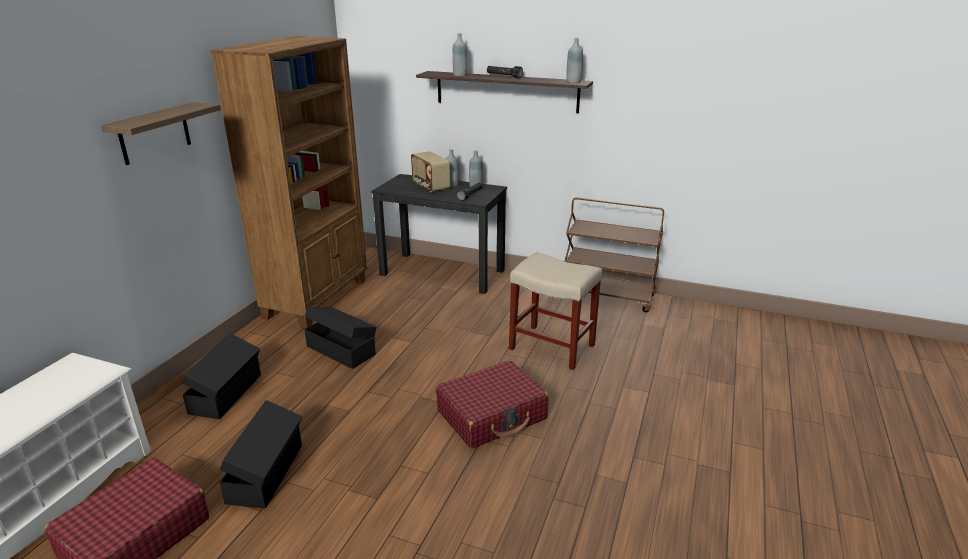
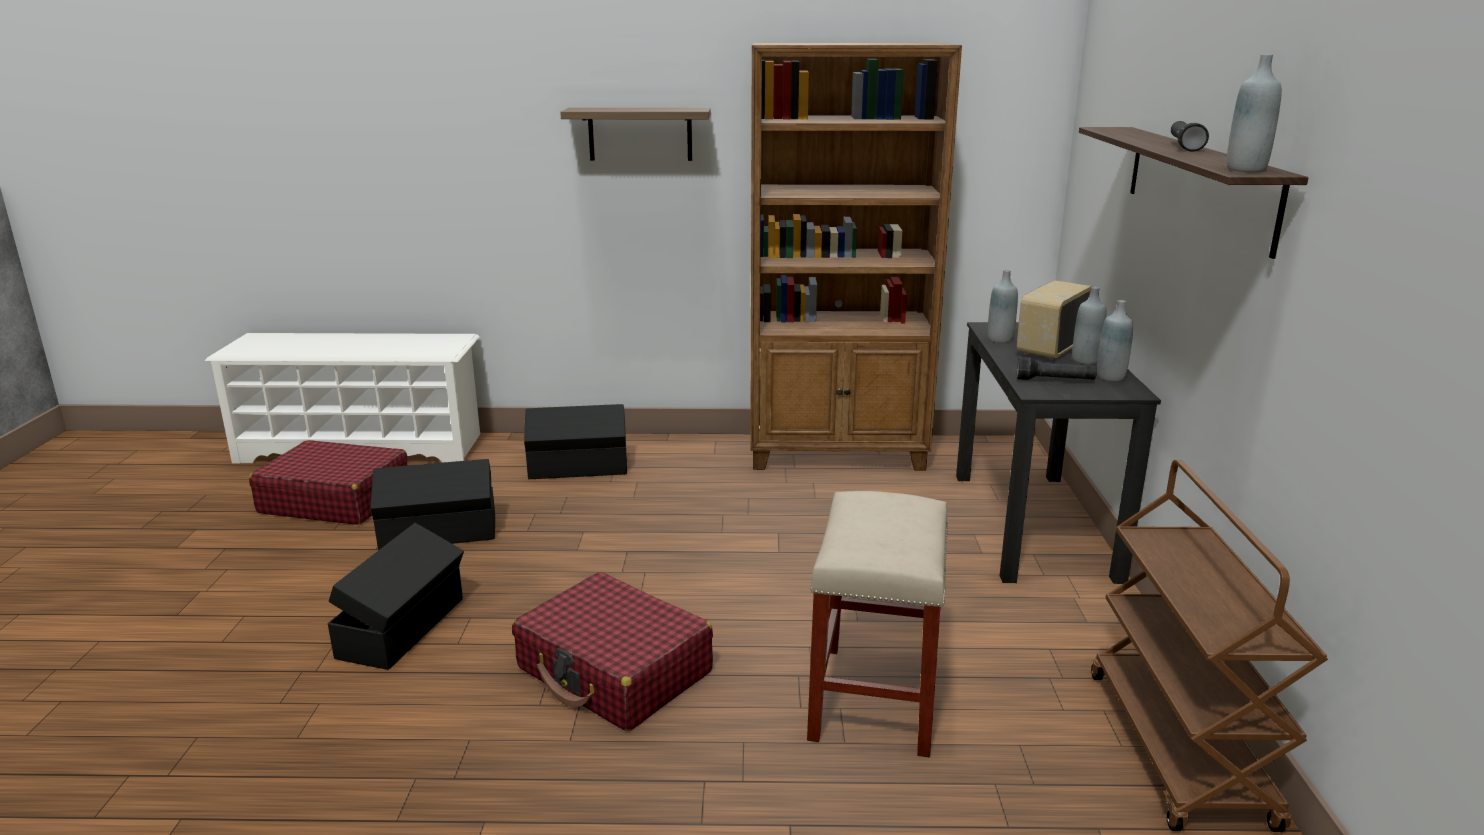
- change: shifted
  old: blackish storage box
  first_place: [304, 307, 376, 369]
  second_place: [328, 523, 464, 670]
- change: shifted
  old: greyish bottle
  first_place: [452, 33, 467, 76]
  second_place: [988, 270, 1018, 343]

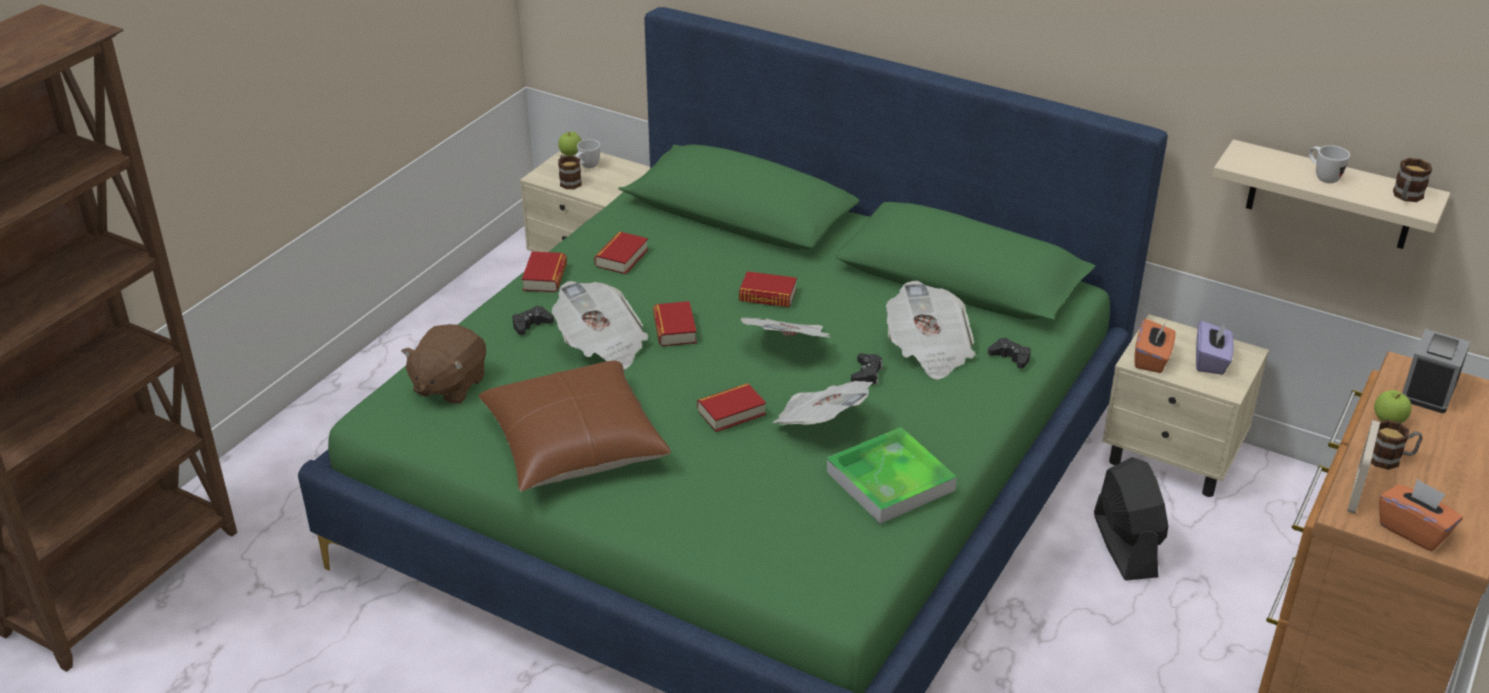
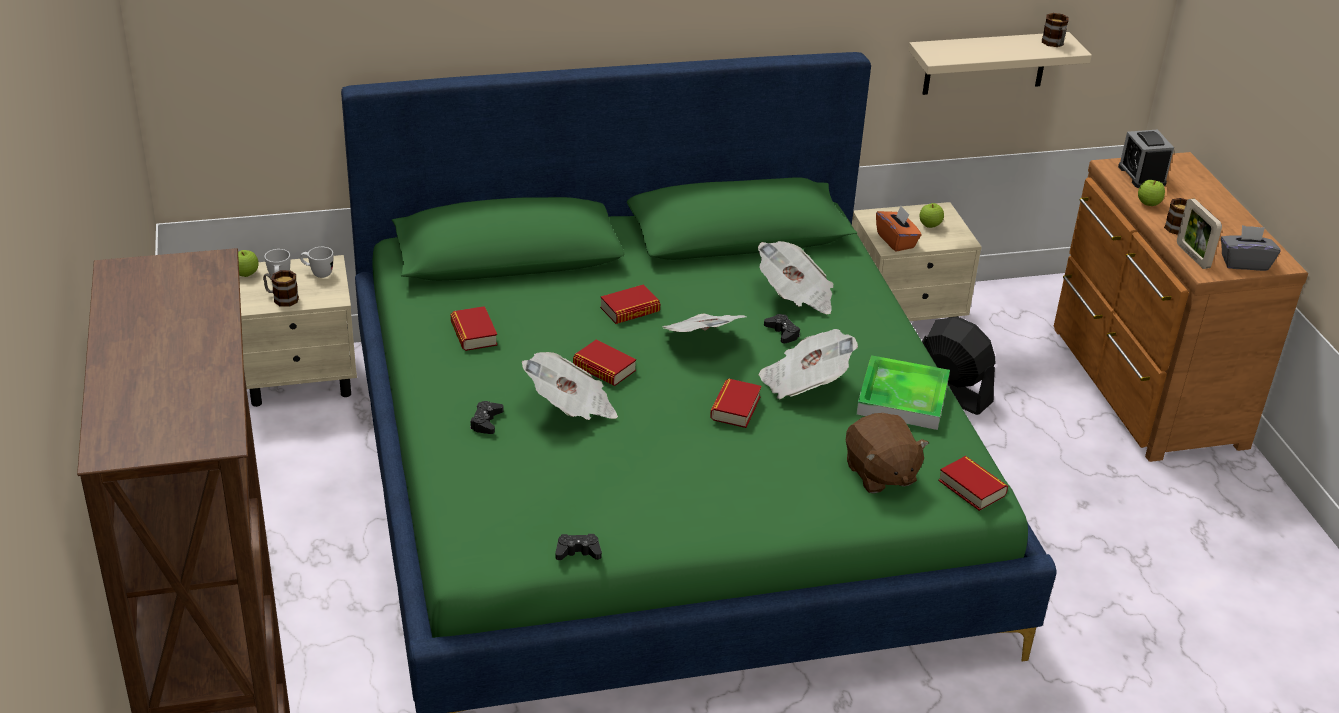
- change: shifted
  old: brown soft toy
  first_place: [401, 324, 486, 404]
  second_place: [846, 413, 929, 494]
- change: gone
  old: brown pillow
  first_place: [478, 360, 671, 492]
- change: shifted
  old: bound book
  first_place: [522, 252, 567, 292]
  second_place: [938, 456, 1008, 511]
- change: shifted
  old: blackish joypad
  first_place: [988, 338, 1031, 369]
  second_place: [555, 534, 602, 560]
- change: swapped
  old: purple-coloured tissue box
  new: apple
  first_place: [1196, 321, 1234, 375]
  second_place: [919, 203, 944, 228]
- change: shifted
  old: whitish tea mug
  first_place: [1309, 145, 1350, 183]
  second_place: [300, 247, 333, 278]
- change: repainted
  old: orangey tissue box
  new: greyish tissue box
  first_place: [1379, 479, 1463, 551]
  second_place: [1221, 225, 1281, 271]

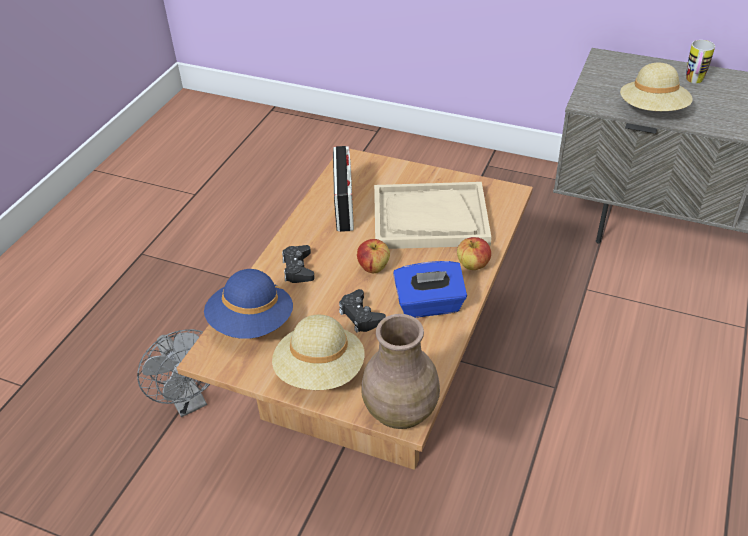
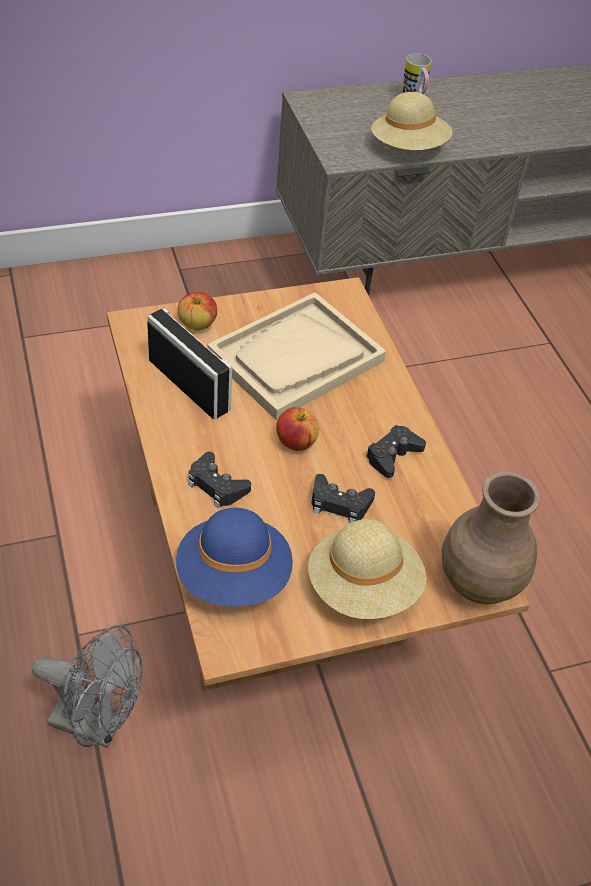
- change: swapped
  old: blue tissue box
  new: blackish joypad
  first_place: [393, 261, 467, 318]
  second_place: [366, 425, 426, 478]
- change: shifted
  old: apple
  first_place: [457, 237, 491, 270]
  second_place: [177, 292, 217, 331]

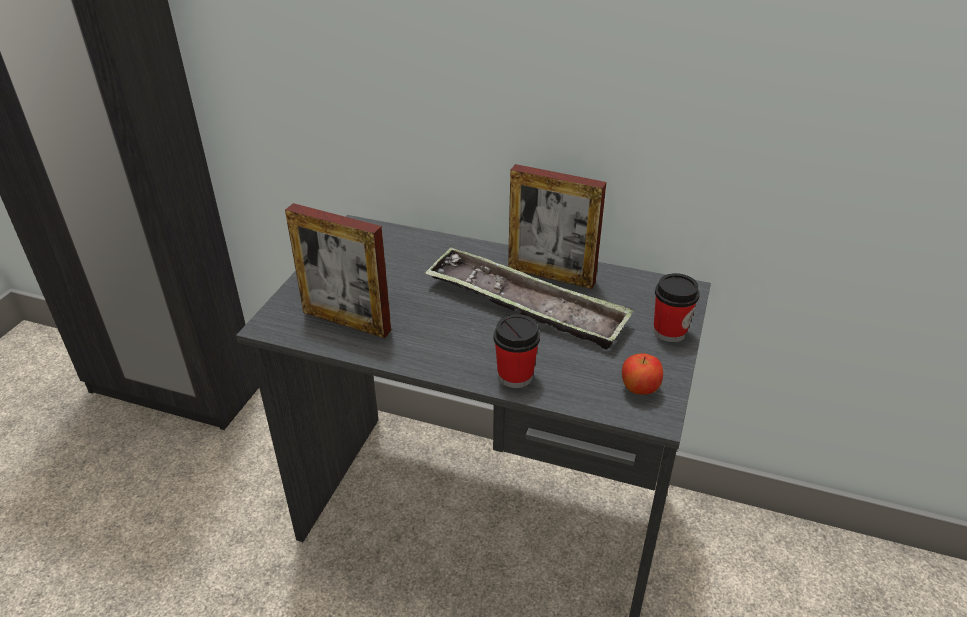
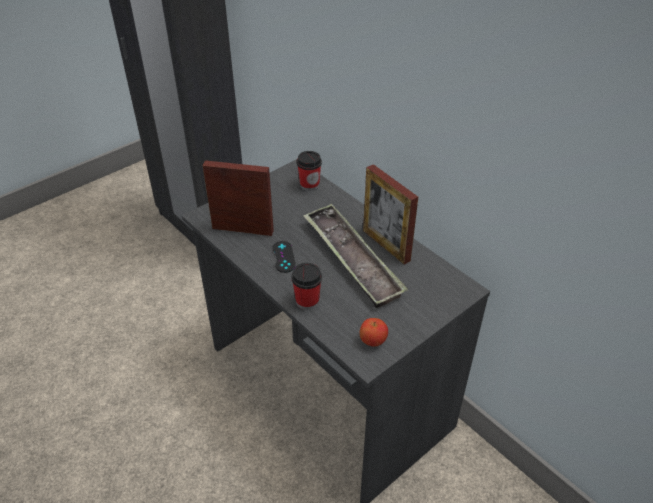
- change: rotated
  old: picture frame
  first_place: [285, 203, 391, 338]
  second_place: [203, 160, 274, 236]
  degrees: 135
- change: shifted
  old: cup
  first_place: [654, 273, 700, 342]
  second_place: [297, 151, 322, 191]
- change: new
  new: blackish joypad
  second_place: [272, 241, 296, 273]

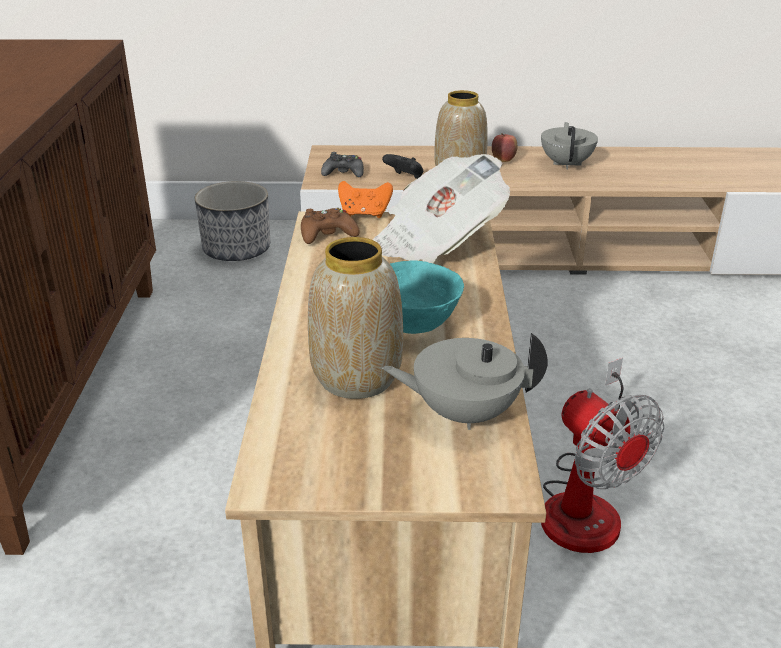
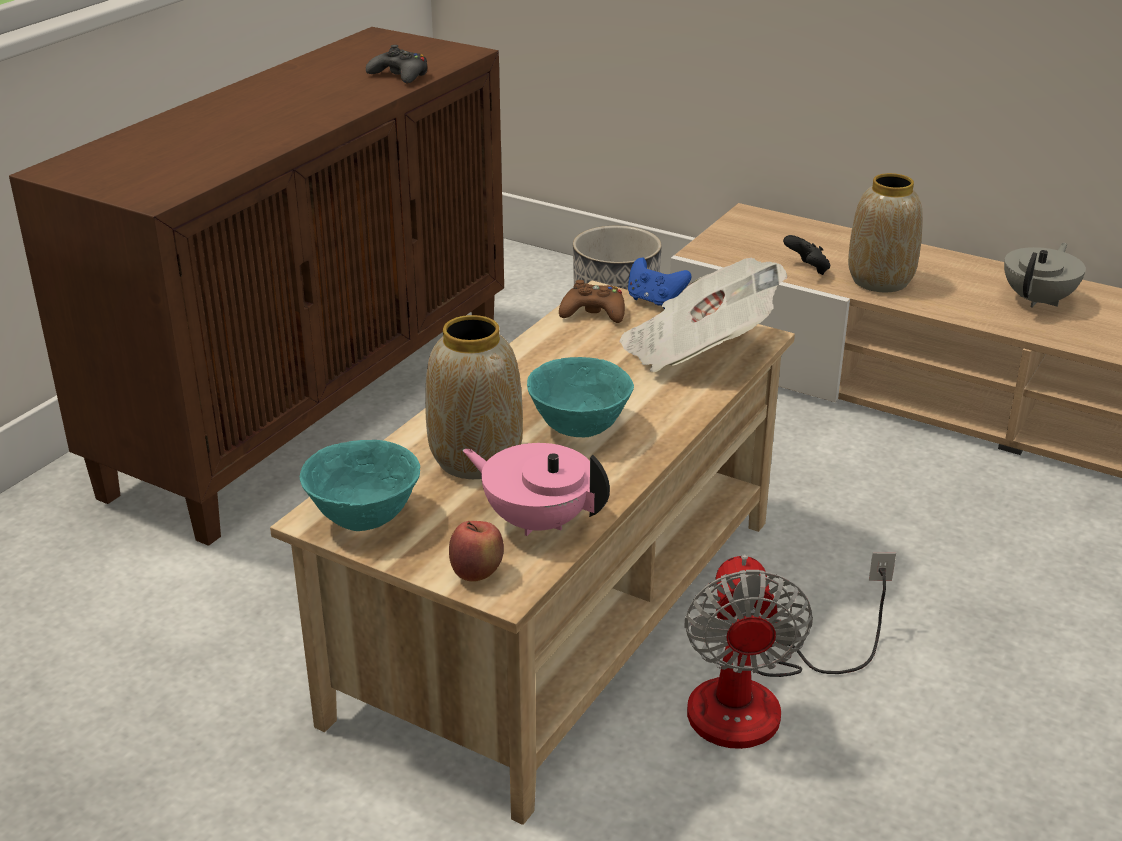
- change: shifted
  old: blackish joypad
  first_place: [321, 152, 364, 177]
  second_place: [366, 45, 427, 83]
- change: repainted
  old: orangey joypad
  new: blue joypad
  first_place: [338, 181, 393, 218]
  second_place: [628, 258, 691, 309]
- change: repainted
  old: greyish teapot
  new: pink teapot
  first_place: [382, 333, 548, 430]
  second_place: [463, 443, 610, 536]
- change: shifted
  old: apple
  first_place: [492, 133, 517, 162]
  second_place: [449, 521, 504, 582]
- change: new
  new: blue-green deep dish
  second_place: [300, 440, 420, 531]

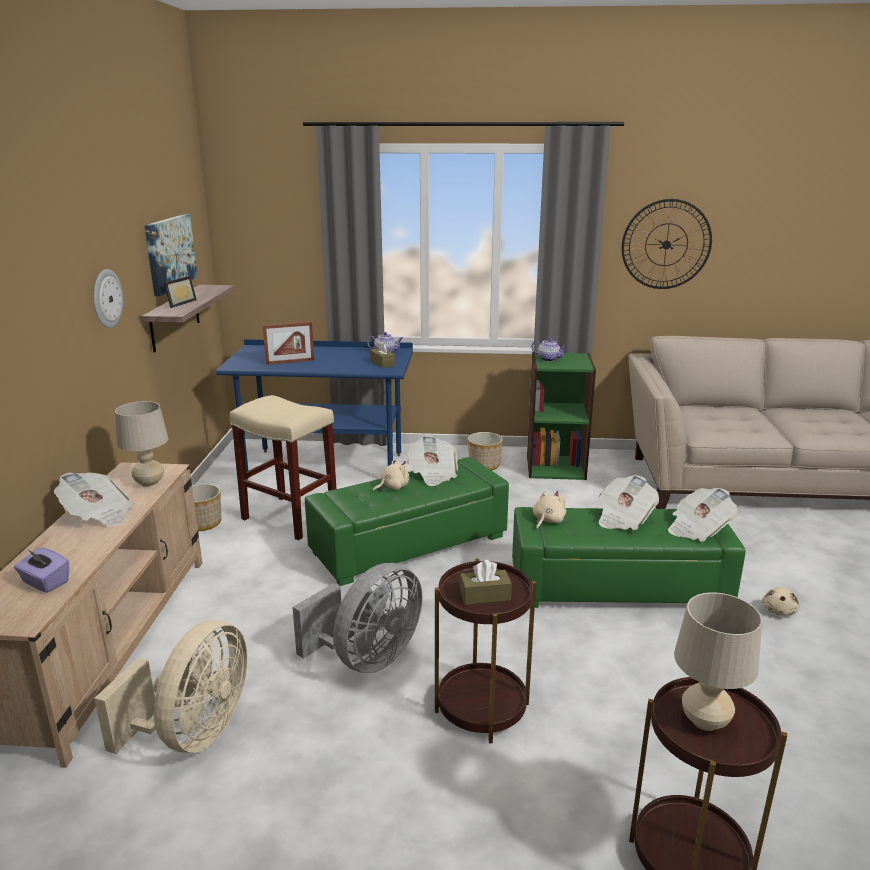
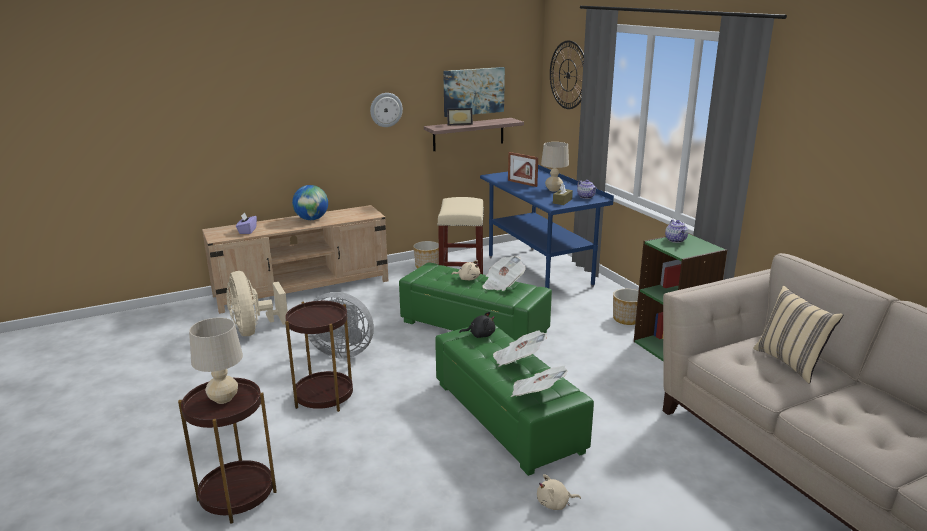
- change: swapped
  old: printed paper
  new: world globe
  first_place: [54, 473, 134, 527]
  second_place: [292, 185, 328, 220]
- change: rotated
  old: sand-coloured cooling fan
  first_place: [94, 620, 248, 754]
  second_place: [227, 271, 288, 336]
  degrees: 75
- change: shifted
  old: sand-coloured tabletop lamp
  first_place: [115, 401, 168, 487]
  second_place: [541, 142, 569, 192]
- change: gone
  old: brown tissue box
  first_place: [460, 560, 512, 605]
- change: repainted
  old: sand-coloured soft toy
  new: blackish soft toy
  first_place: [533, 489, 566, 529]
  second_place: [459, 312, 495, 338]
- change: shifted
  old: wall clock
  first_place: [622, 199, 712, 289]
  second_place: [550, 41, 584, 109]
- change: new
  new: sand-coloured pillow
  second_place: [753, 286, 843, 383]

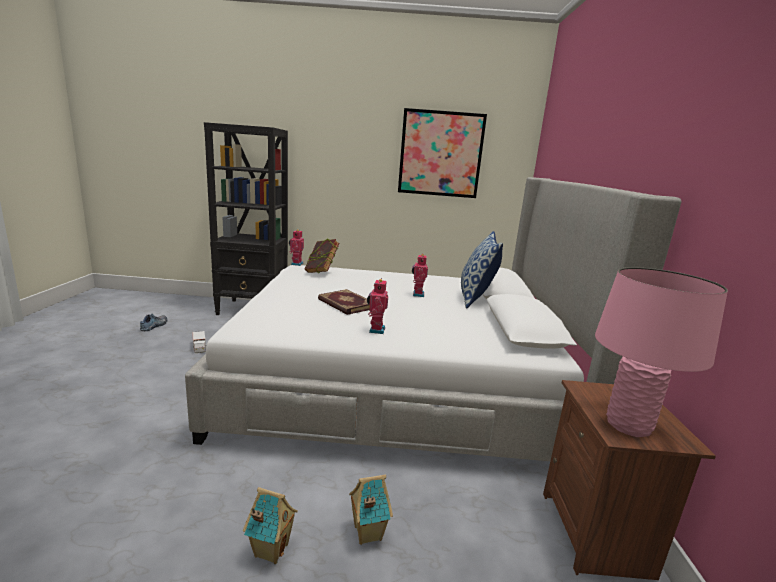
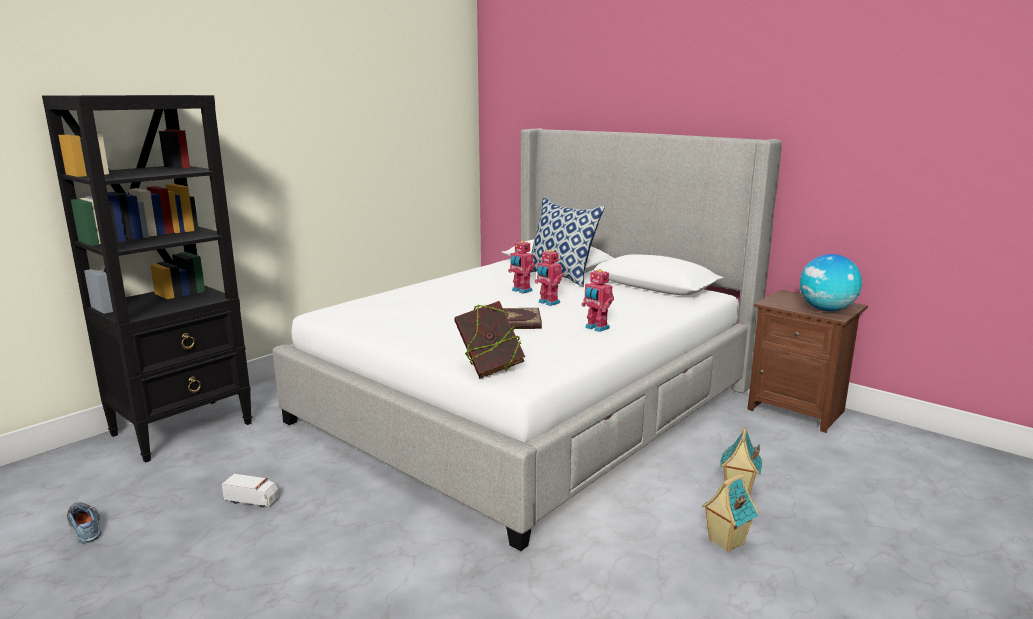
- change: shifted
  old: toy robot
  first_place: [289, 229, 304, 266]
  second_place: [535, 249, 563, 306]
- change: shifted
  old: bound book
  first_place: [305, 239, 340, 273]
  second_place: [454, 301, 525, 379]
- change: gone
  old: picture
  first_place: [398, 108, 487, 198]
- change: swapped
  old: pink tabletop lamp
  new: world globe
  first_place: [595, 267, 728, 437]
  second_place: [799, 254, 862, 311]

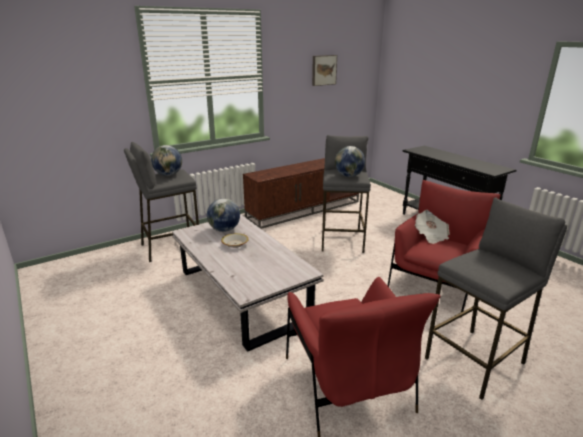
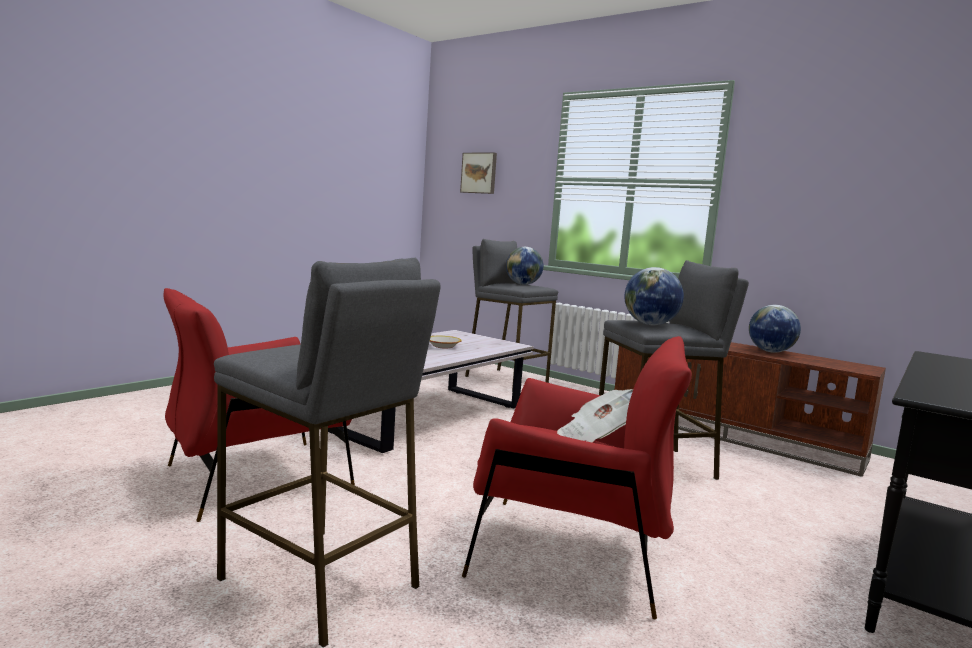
- change: shifted
  old: world globe
  first_place: [207, 198, 240, 232]
  second_place: [749, 305, 801, 353]
- change: shifted
  old: picture
  first_place: [312, 55, 337, 86]
  second_place: [460, 152, 497, 194]

